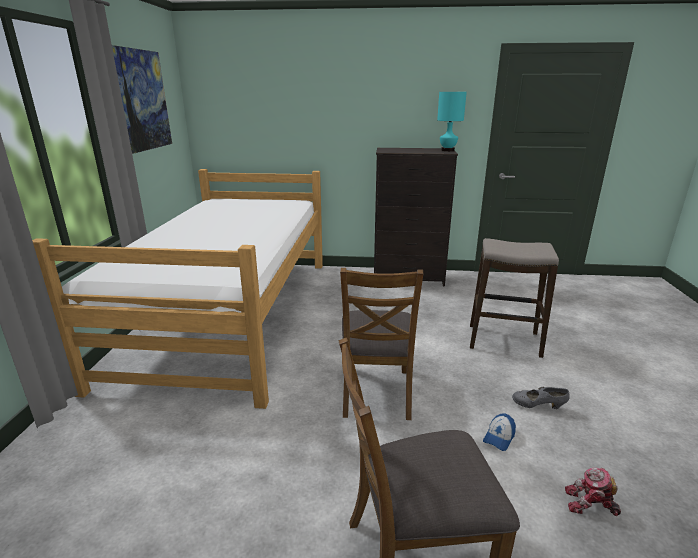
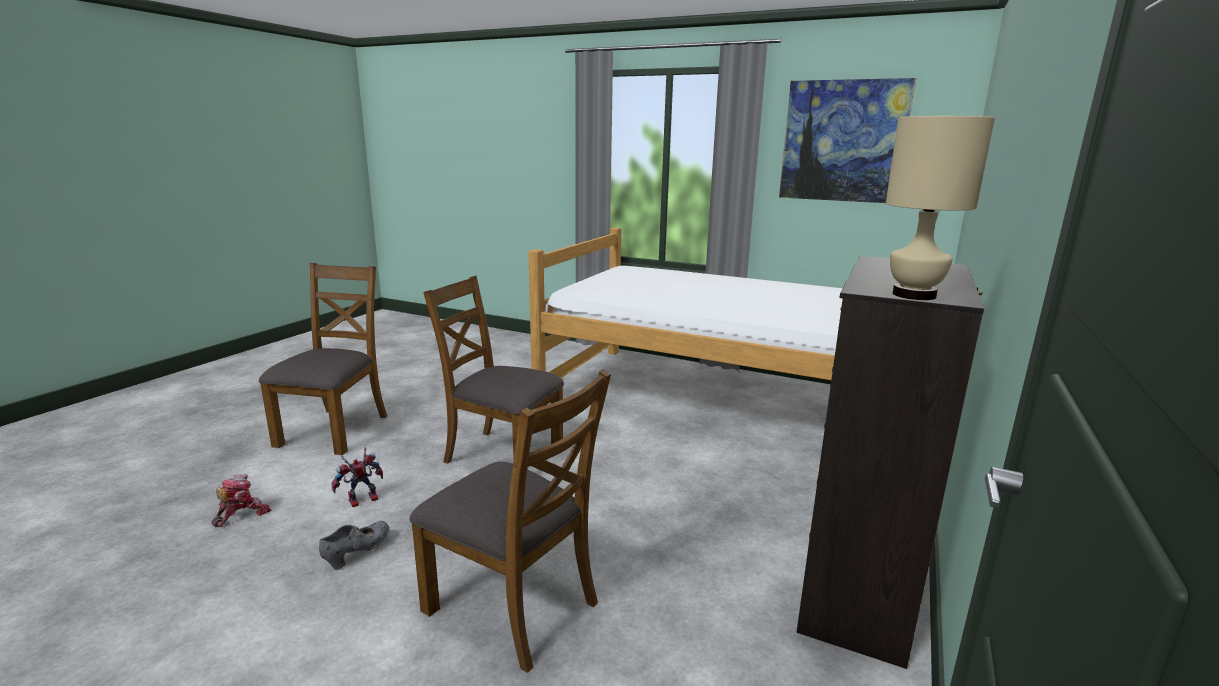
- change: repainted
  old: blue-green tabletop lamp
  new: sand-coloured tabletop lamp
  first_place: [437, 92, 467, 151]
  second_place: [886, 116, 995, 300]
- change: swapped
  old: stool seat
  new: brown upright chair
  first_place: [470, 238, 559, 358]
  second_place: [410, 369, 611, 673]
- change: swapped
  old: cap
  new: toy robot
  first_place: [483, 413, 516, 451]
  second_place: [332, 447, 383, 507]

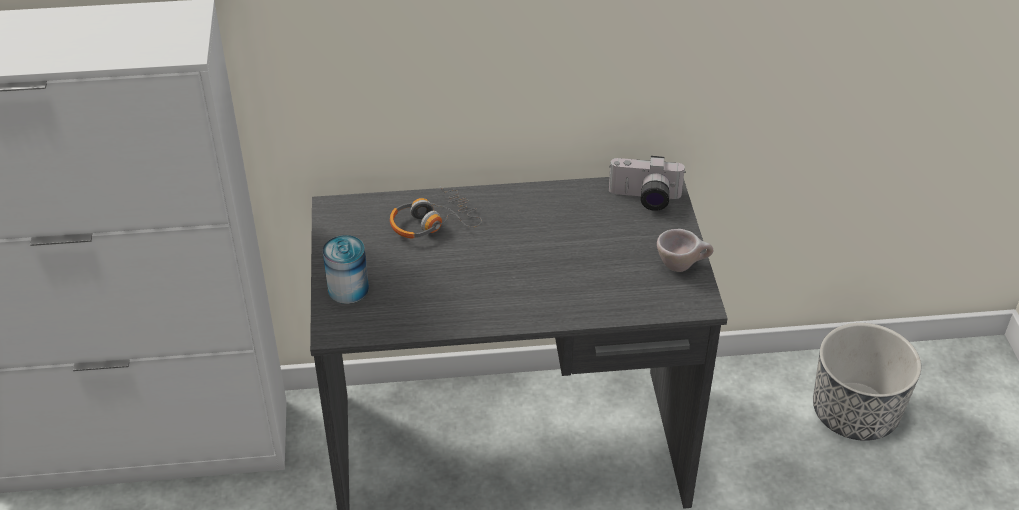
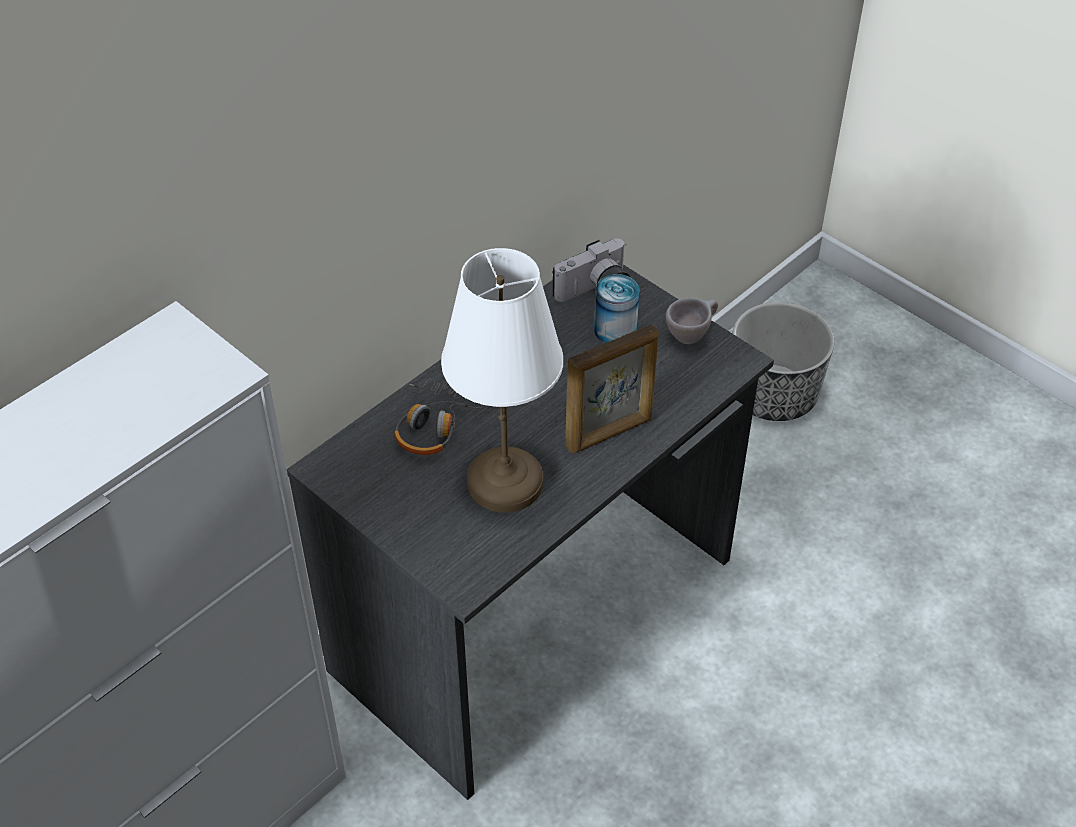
- change: shifted
  old: metal can
  first_place: [322, 235, 369, 304]
  second_place: [594, 274, 640, 343]
- change: new
  new: whitish tabletop lamp
  second_place: [441, 248, 563, 513]
- change: new
  new: picture frame
  second_place: [565, 324, 659, 454]

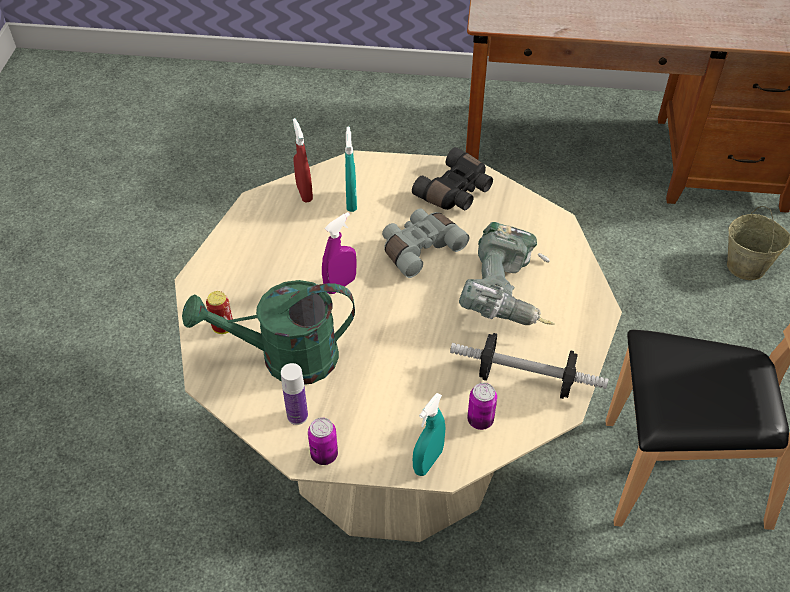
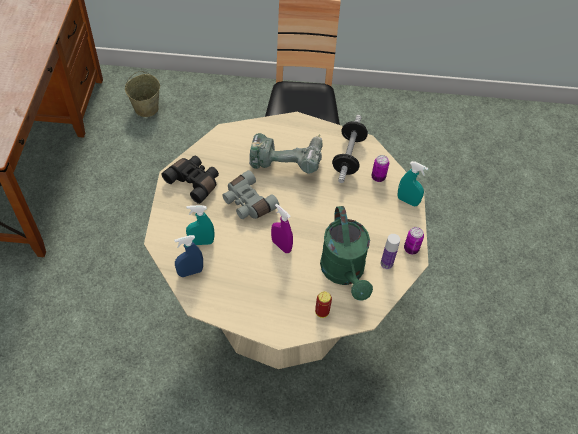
- change: repainted
  old: reddish hand sprayer
  new: blue hand sprayer
  first_place: [293, 118, 313, 203]
  second_place: [174, 235, 203, 277]

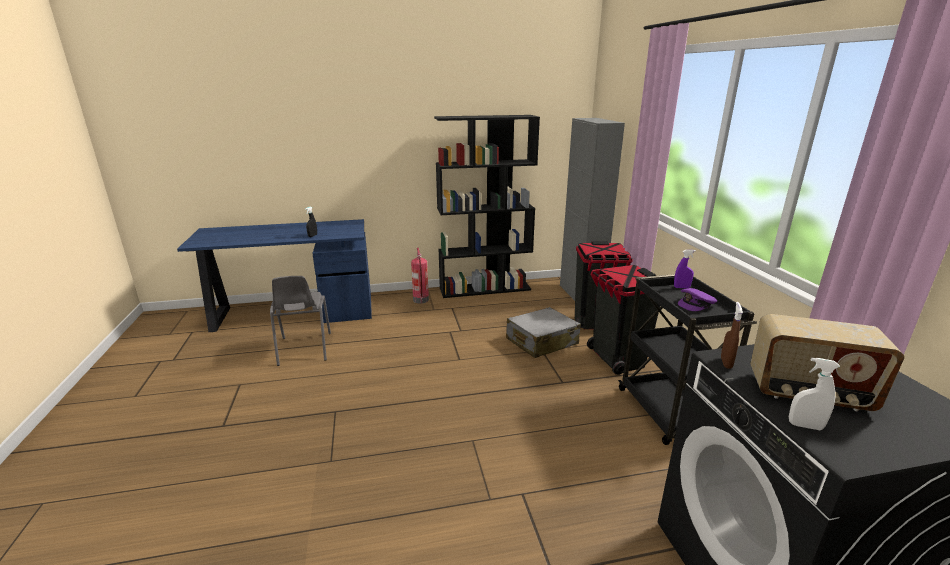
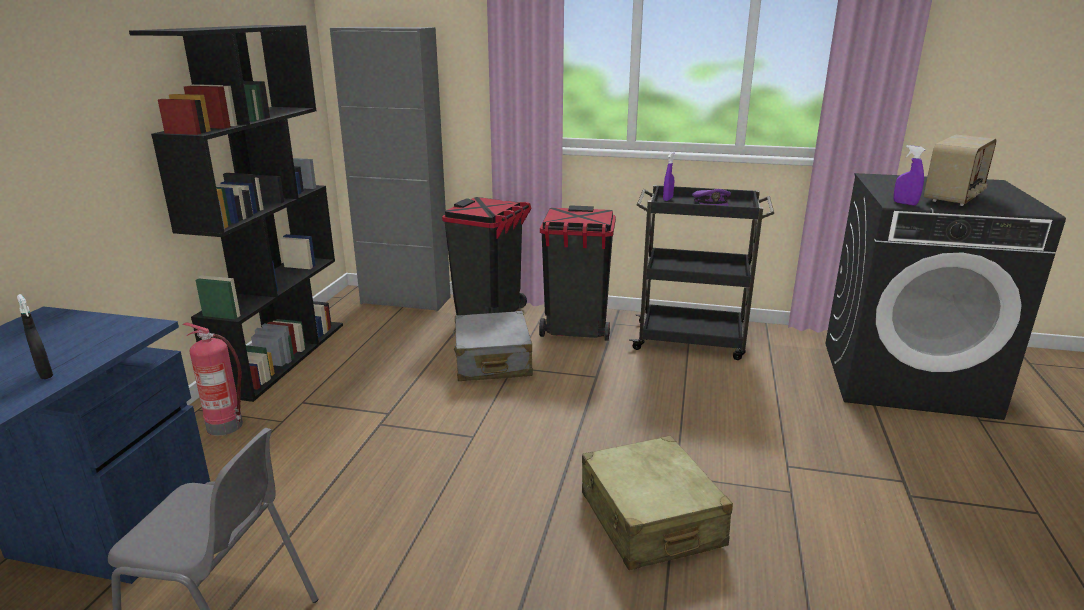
- change: repainted
  old: brown hand sprayer
  new: purple-coloured hand sprayer
  first_place: [721, 302, 743, 369]
  second_place: [893, 145, 925, 206]
- change: gone
  old: whitish hand sprayer
  first_place: [789, 358, 840, 430]
- change: new
  new: sand-coloured piece of luggage
  second_place: [582, 436, 733, 570]

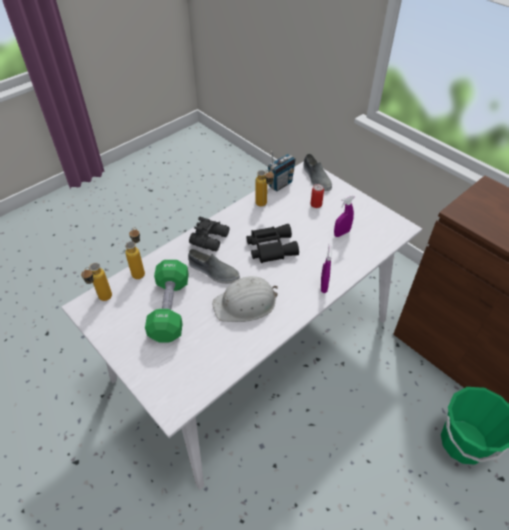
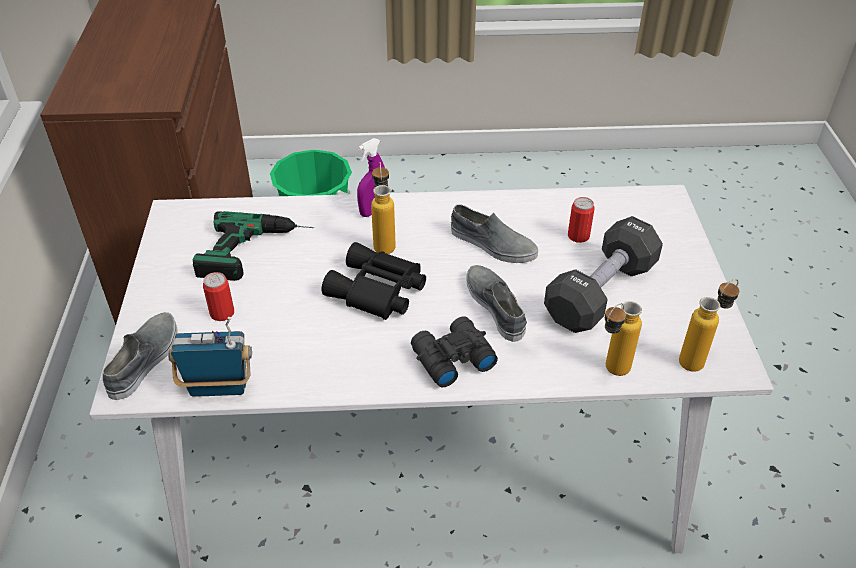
- change: repainted
  old: green dumbbell
  new: blackish dumbbell
  first_place: [145, 260, 189, 343]
  second_place: [544, 216, 663, 333]
- change: swapped
  old: whitish safety helmet
  new: greyish shoe
  first_place: [212, 276, 278, 322]
  second_place: [451, 205, 538, 263]
- change: shifted
  old: bottle
  first_place: [255, 170, 274, 207]
  second_place: [371, 162, 396, 254]
- change: swapped
  old: purple-coloured hand sprayer
  new: electric drill
  first_place: [334, 195, 354, 237]
  second_place: [193, 211, 314, 281]
- change: new
  new: metal can
  second_place: [568, 197, 594, 243]

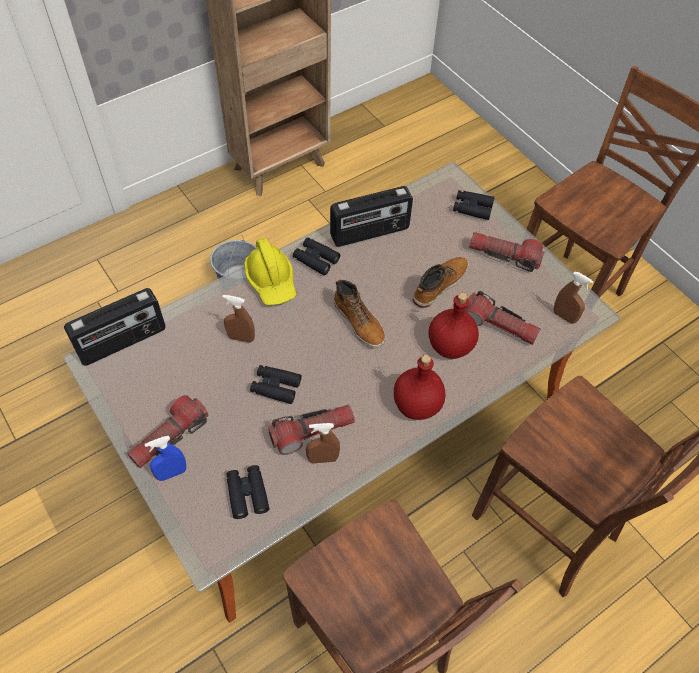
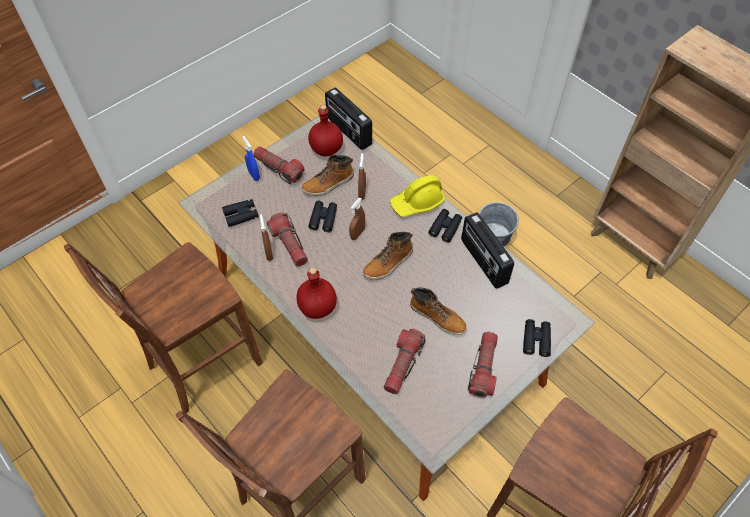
- change: shifted
  old: reddish bottle
  first_place: [429, 292, 479, 359]
  second_place: [308, 105, 343, 156]
- change: shifted
  old: brown hand sprayer
  first_place: [554, 272, 593, 323]
  second_place: [349, 198, 365, 240]
- change: new
  new: tall boot
  second_place: [301, 155, 354, 196]

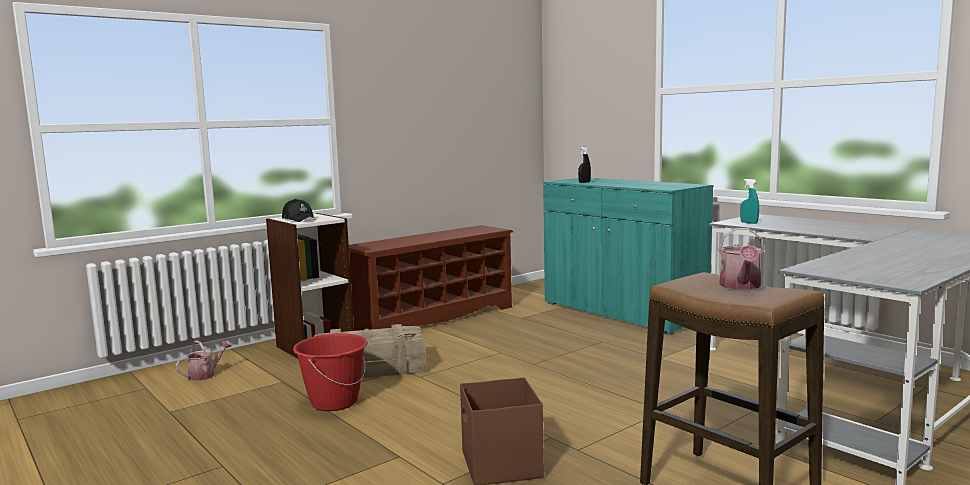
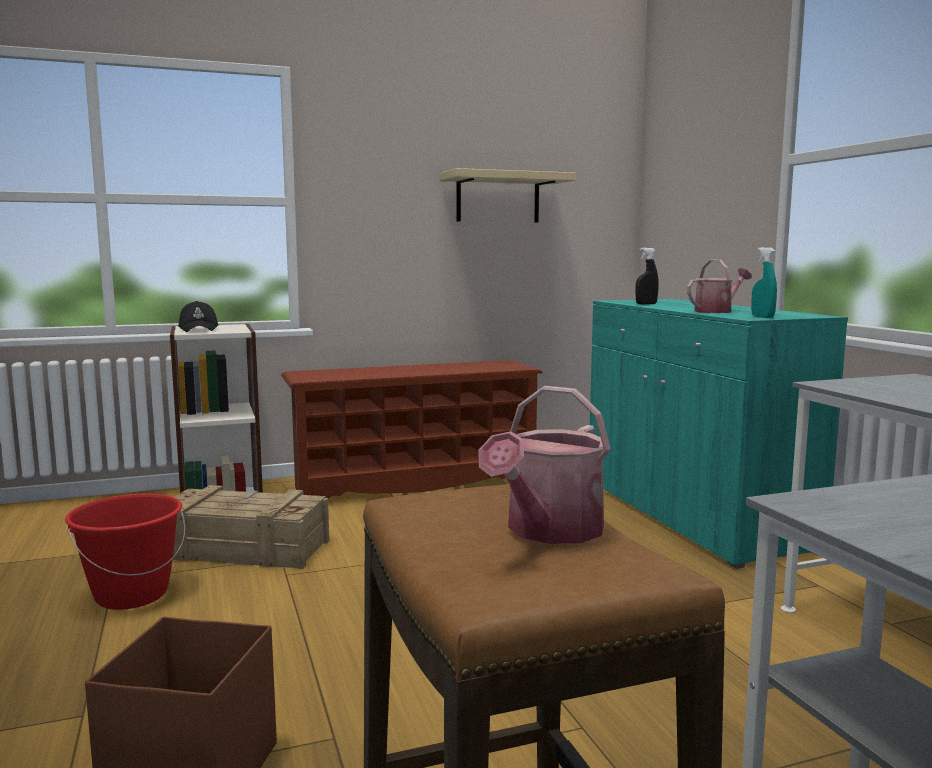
- change: shifted
  old: watering pot
  first_place: [175, 340, 232, 381]
  second_place: [687, 259, 752, 313]
- change: shifted
  old: blue-green hand sprayer
  first_place: [740, 179, 759, 224]
  second_place: [751, 247, 777, 318]
- change: new
  new: sand-coloured wall shelf
  second_place: [440, 168, 576, 222]

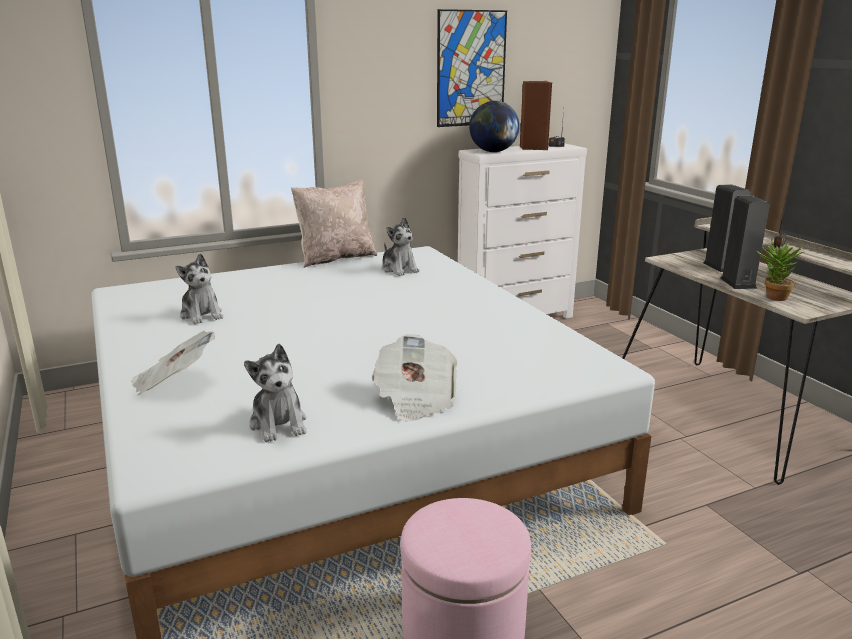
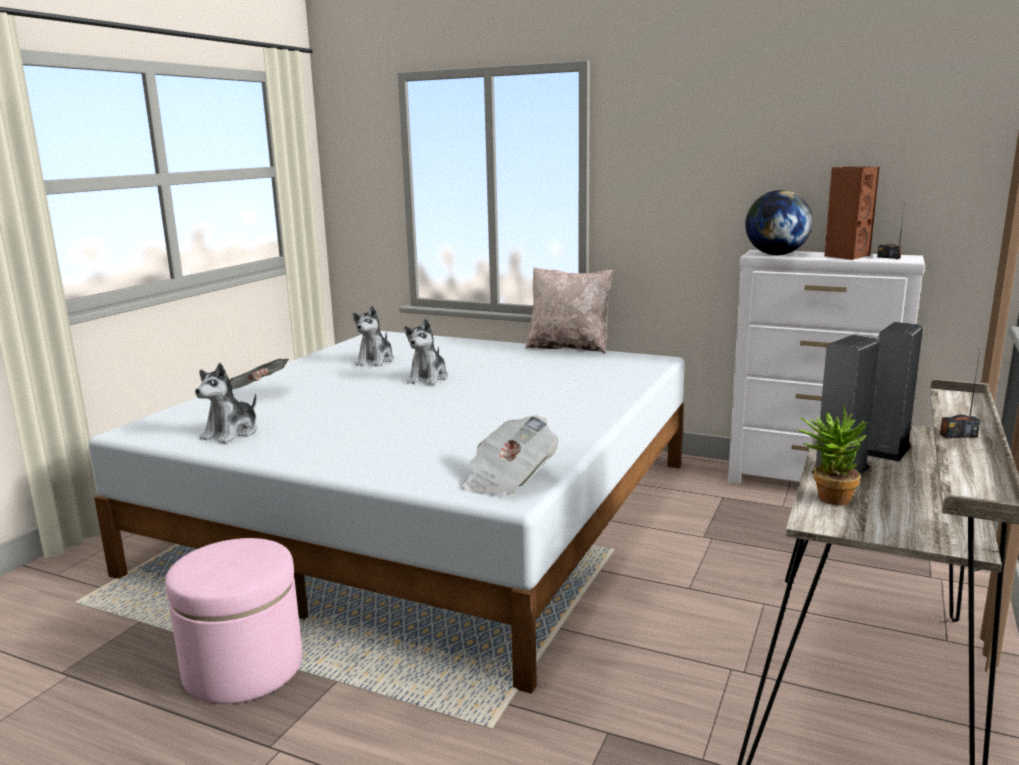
- change: shifted
  old: printed paper
  first_place: [372, 334, 457, 422]
  second_place: [462, 416, 558, 495]
- change: shifted
  old: soft toy
  first_place: [382, 217, 420, 276]
  second_place: [404, 319, 448, 385]
- change: gone
  old: picture
  first_place: [437, 9, 507, 127]

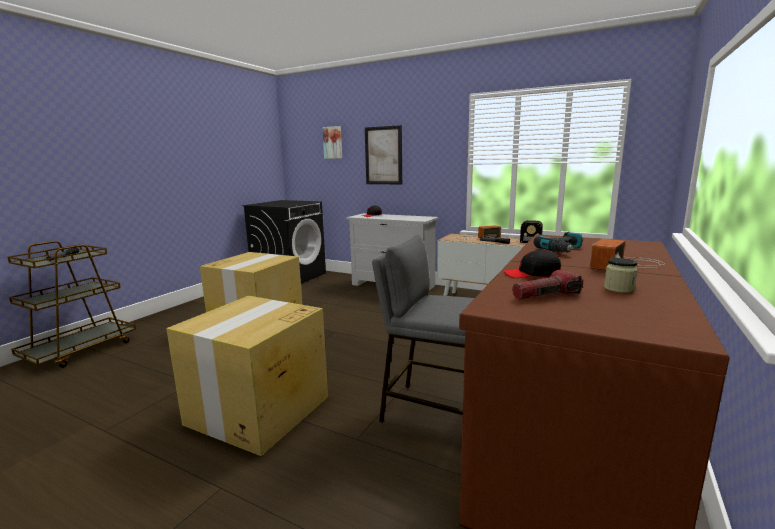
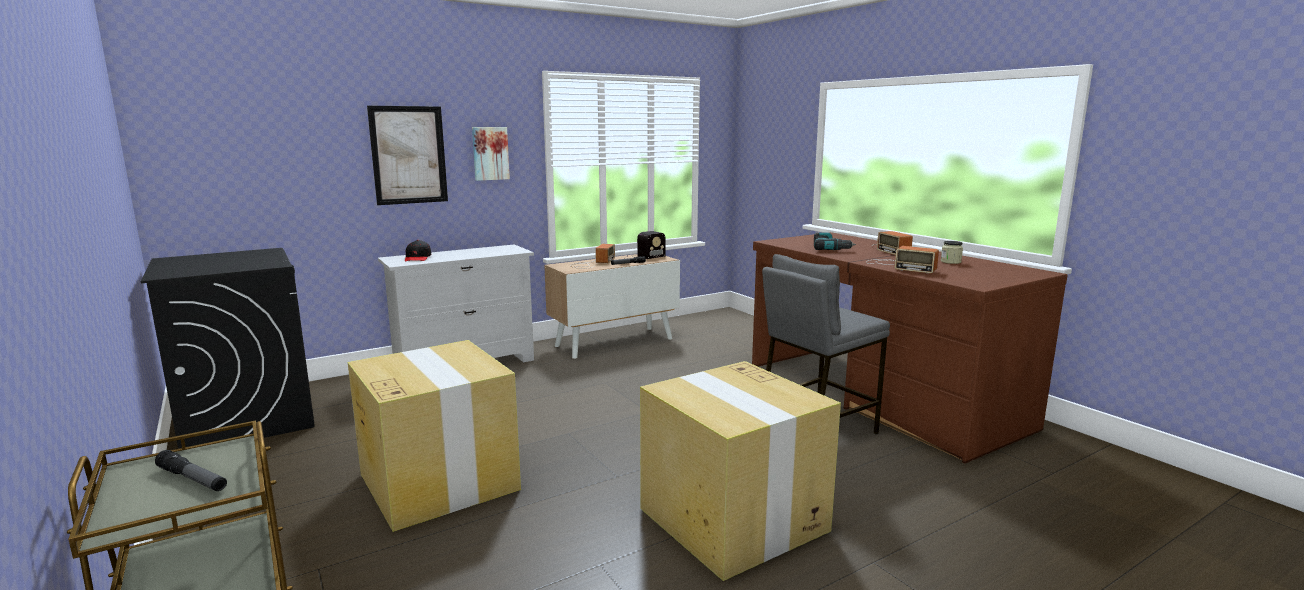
- change: shifted
  old: picture
  first_place: [322, 126, 342, 159]
  second_place: [472, 127, 510, 181]
- change: swapped
  old: blackish cap
  new: radio receiver
  first_place: [503, 249, 561, 278]
  second_place: [866, 246, 939, 273]
- change: gone
  old: torch
  first_place: [512, 270, 583, 300]

